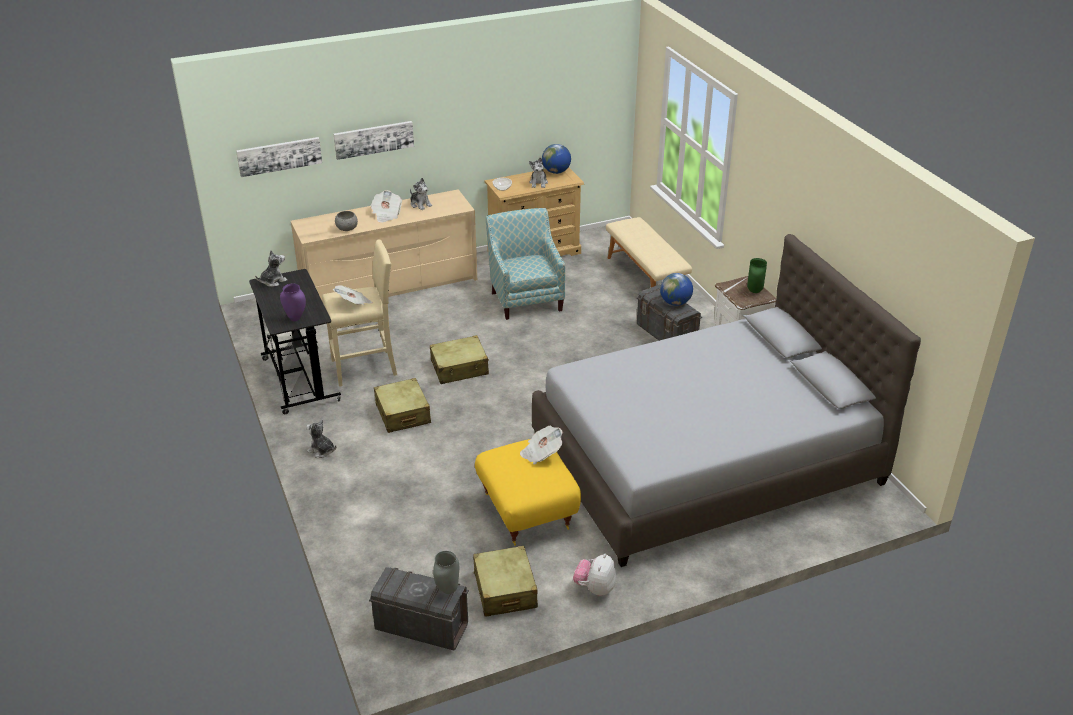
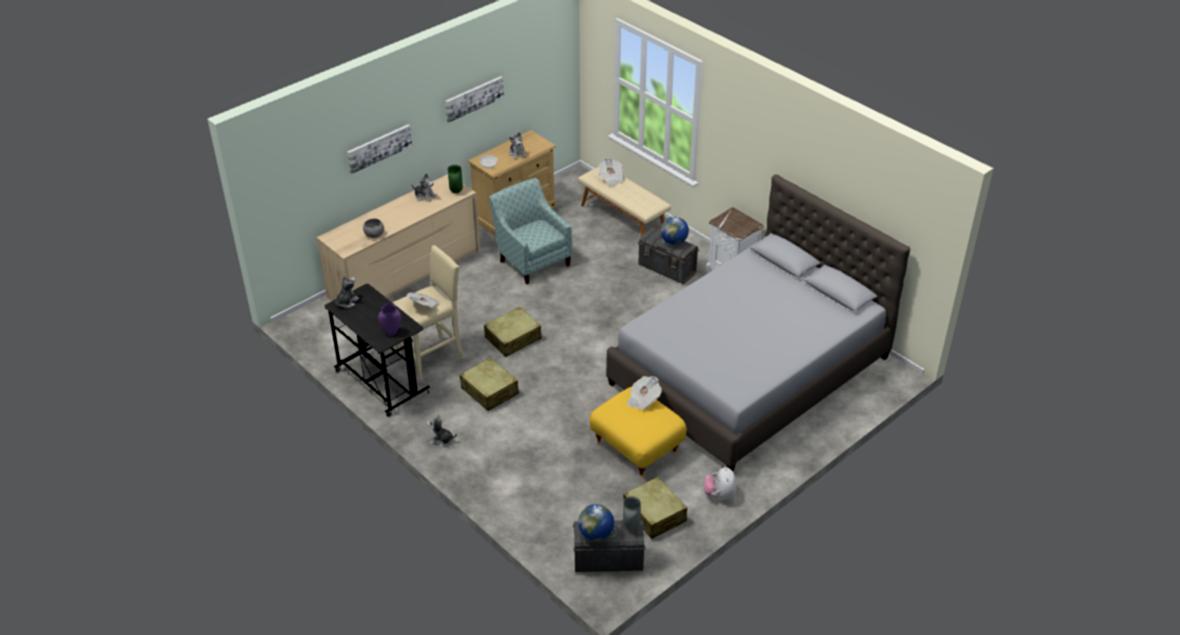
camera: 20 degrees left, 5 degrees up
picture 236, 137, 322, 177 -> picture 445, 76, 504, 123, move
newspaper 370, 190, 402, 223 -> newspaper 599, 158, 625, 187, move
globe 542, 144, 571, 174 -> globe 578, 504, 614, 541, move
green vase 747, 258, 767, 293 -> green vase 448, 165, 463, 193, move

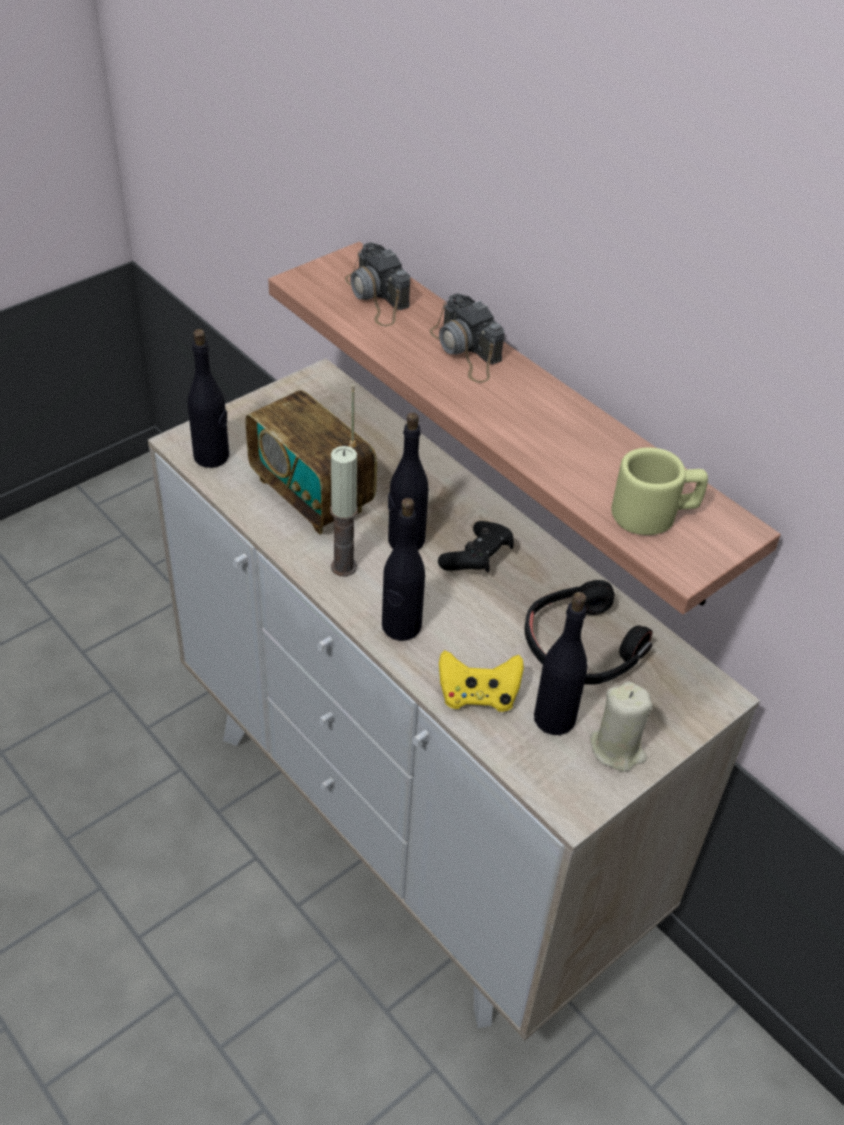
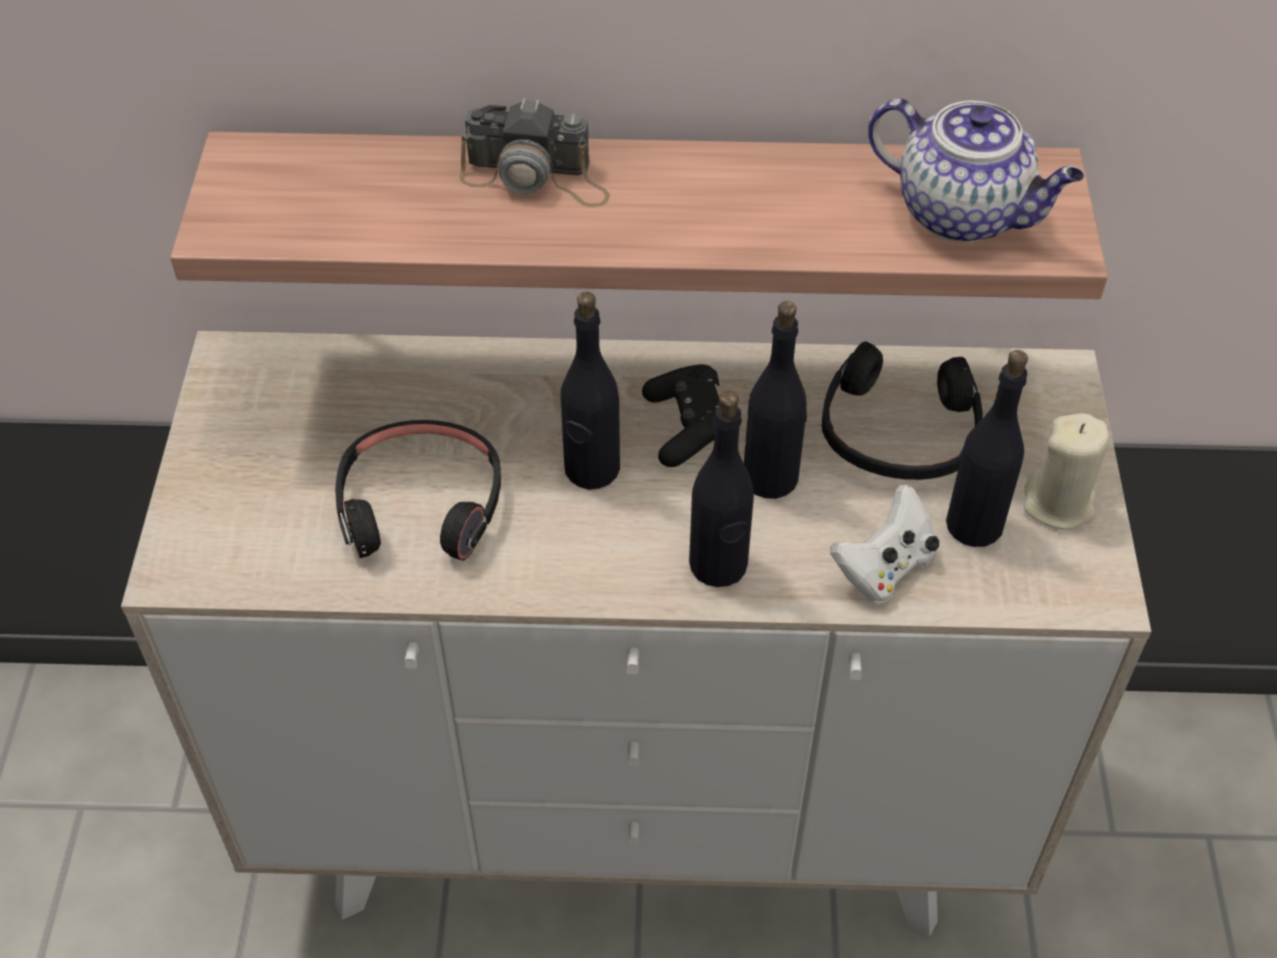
camera: 45 degrees left, 5 degrees up
black bottle 187, 329, 229, 468 -> black bottle 744, 301, 807, 499, move
radio 245, 384, 377, 535 -> black headphones 335, 420, 501, 561
candle 330, 446, 358, 576 -> none
photo camera 345, 242, 410, 326 -> none
yellow game controller 439, 650, 524, 712 -> white game controller 830, 485, 939, 603
beige mug 611, 447, 708, 535 -> teapot 868, 98, 1084, 242

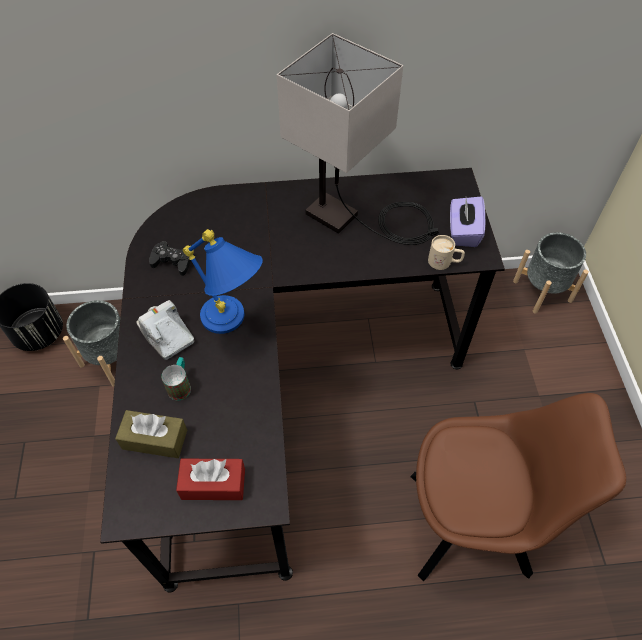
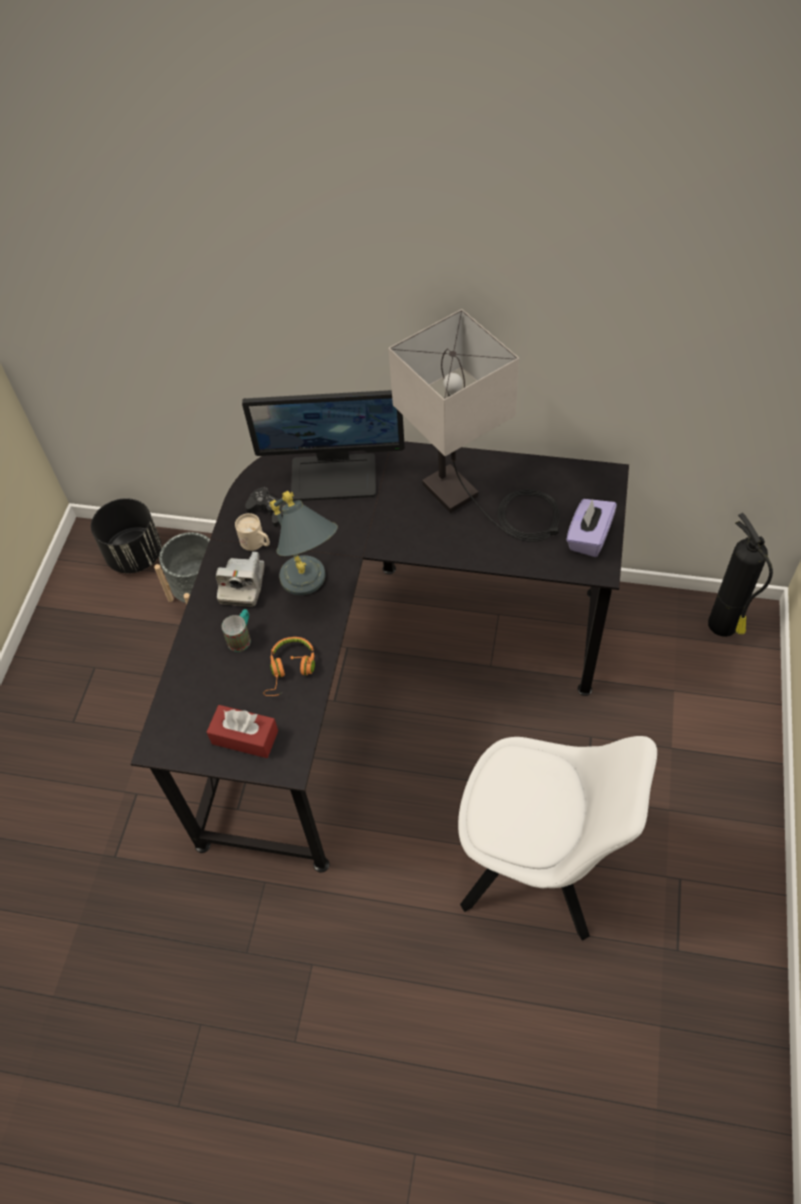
camera: 20 degrees right, 0 degrees up
brown tissue box 115, 410, 187, 458 -> none
photo camera 136, 300, 194, 360 -> photo camera 216, 552, 265, 607, 150 degrees counterclockwise
blue table lamp 183, 229, 263, 334 -> grey table lamp 269, 491, 338, 595
brown chair 410, 393, 626, 581 -> white chair 458, 736, 657, 941
beige mug 428, 235, 465, 270 -> beige mug 235, 513, 270, 551, move
grey planter 513, 232, 589, 314 -> fire extinguisher 708, 513, 773, 637
none -> monitor 242, 390, 405, 501
none -> orange headphones 263, 637, 315, 696

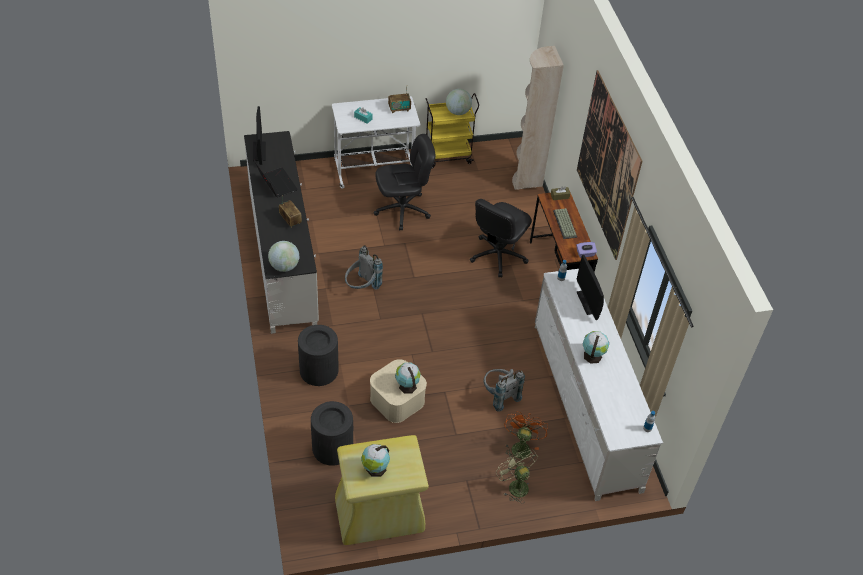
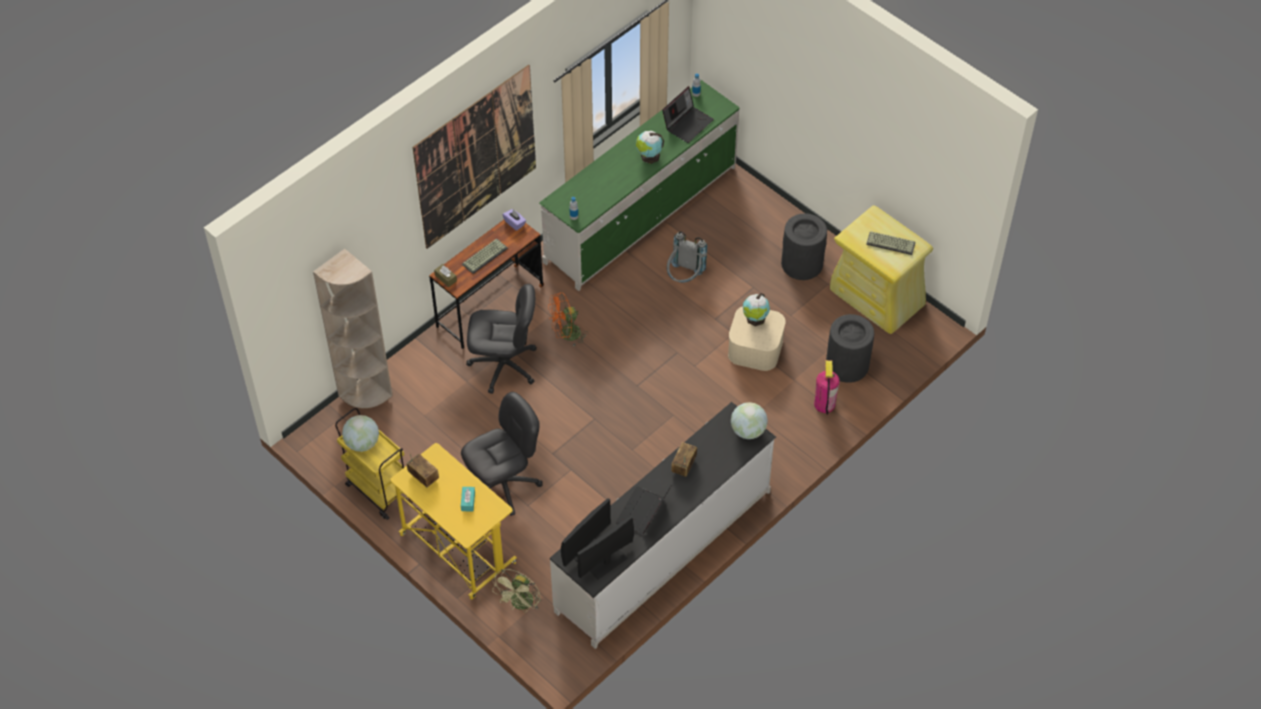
camera: 120 degrees left, 5 degrees up
black trash can 298, 325, 339, 386 -> black trash can 781, 213, 827, 280, move
white desk 332, 96, 421, 189 -> yellow desk 390, 443, 517, 600
grey backpack 345, 245, 383, 290 -> none
globe 361, 444, 390, 477 -> keyboard 866, 231, 916, 255
black office chair 374, 134, 436, 231 -> black office chair 461, 392, 543, 516, 105 degrees clockwise
green fan 496, 448, 538, 502 -> green fan 492, 569, 541, 613, move
orange fan 504, 412, 548, 461 -> orange fan 548, 292, 588, 346, move
white cabinet 535, 269, 663, 501 -> green cabinet 539, 80, 740, 291
monitor 577, 255, 604, 320 -> monitor 561, 498, 611, 566, move
none -> laptop 662, 86, 714, 143
none -> fire extinguisher 814, 360, 840, 415

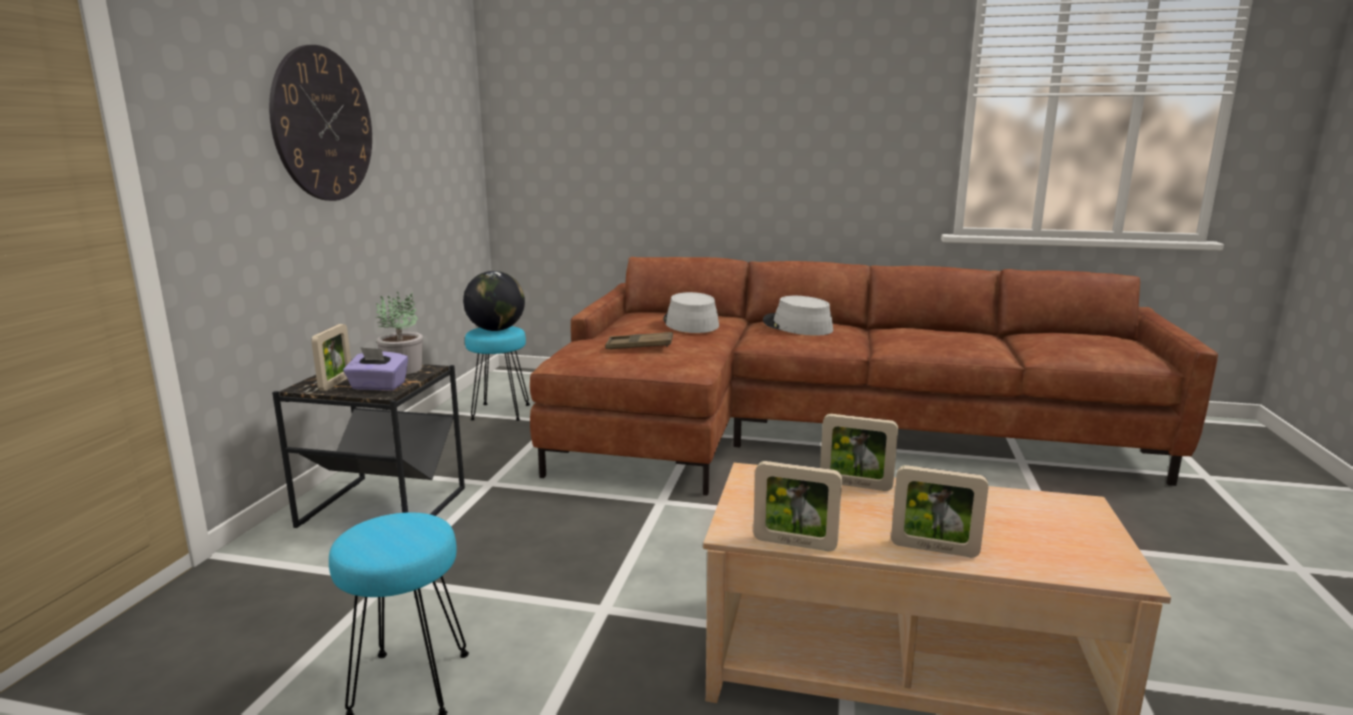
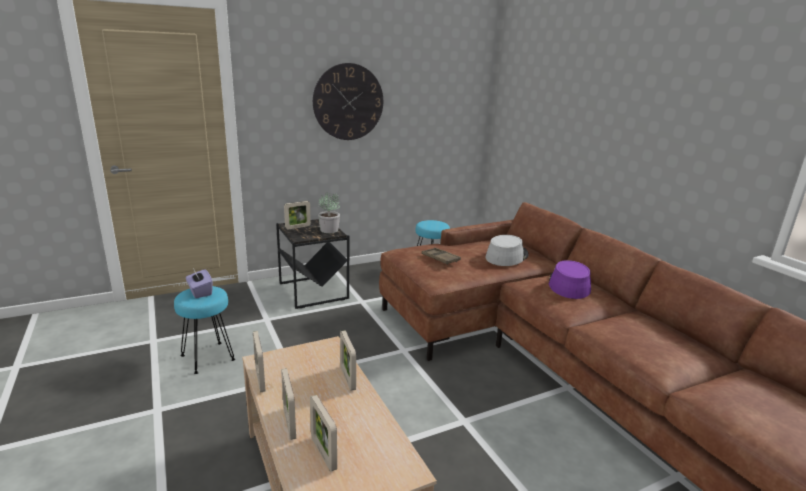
camera: 50 degrees right, 5 degrees up
purple tissue box 343, 347, 408, 391 -> purple tissue box 186, 268, 213, 298, move
globe 463, 271, 525, 331 -> none
grey hat 763, 296, 833, 336 -> purple hat 549, 260, 591, 299
none -> picture frame 310, 395, 337, 472

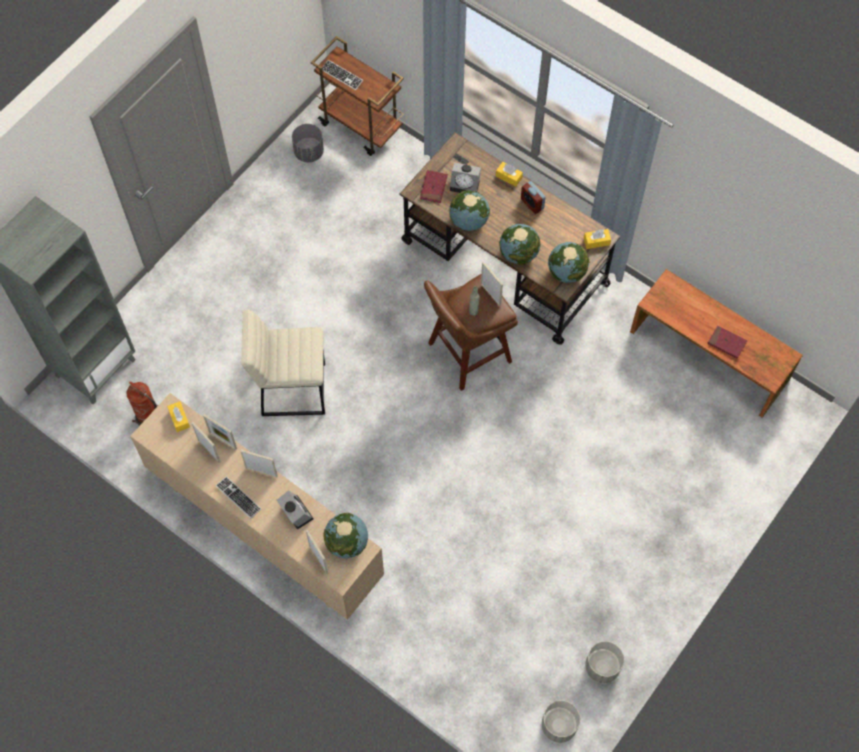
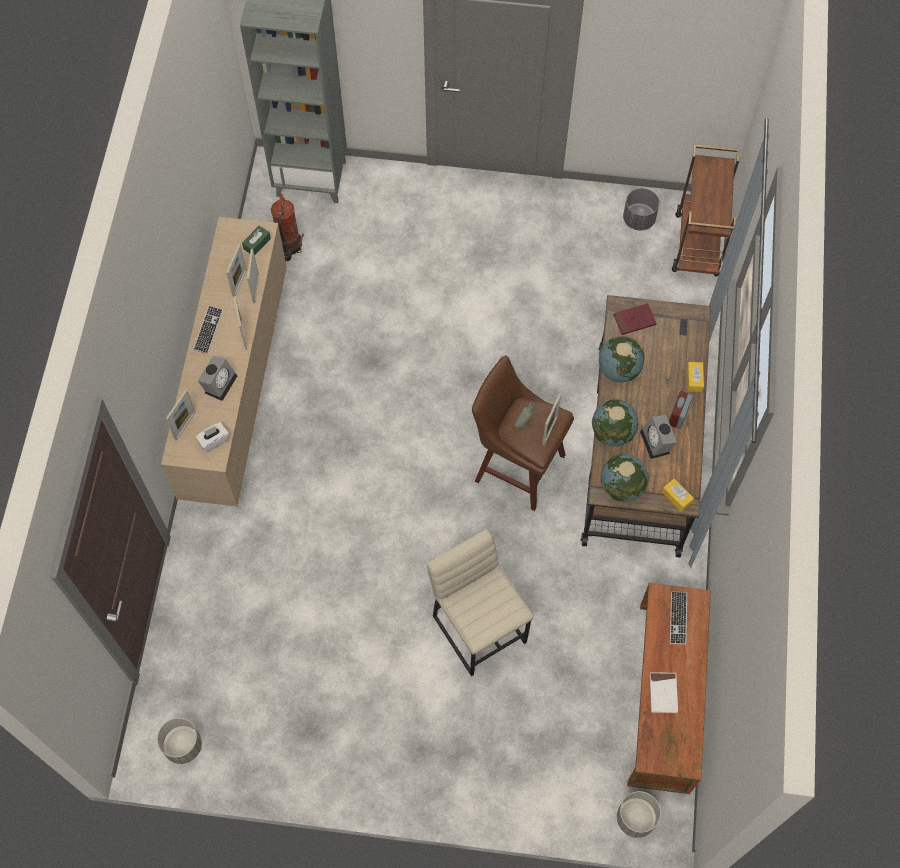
camera: 60 degrees right, 0 degrees up
yellow tissue box 167, 401, 190, 432 -> green tissue box 242, 226, 271, 256
beige chair 241, 310, 325, 416 -> beige chair 427, 529, 533, 676, move
keyboard 322, 60, 363, 90 -> keyboard 670, 591, 687, 645, move
globe 323, 513, 368, 558 -> white tissue box 196, 422, 229, 452
alarm clock 450, 163, 481, 193 -> alarm clock 640, 415, 677, 459, move
grey planter 585, 641, 624, 683 -> grey planter 617, 791, 661, 838, move
red book 707, 326, 748, 359 -> white book 650, 672, 678, 713

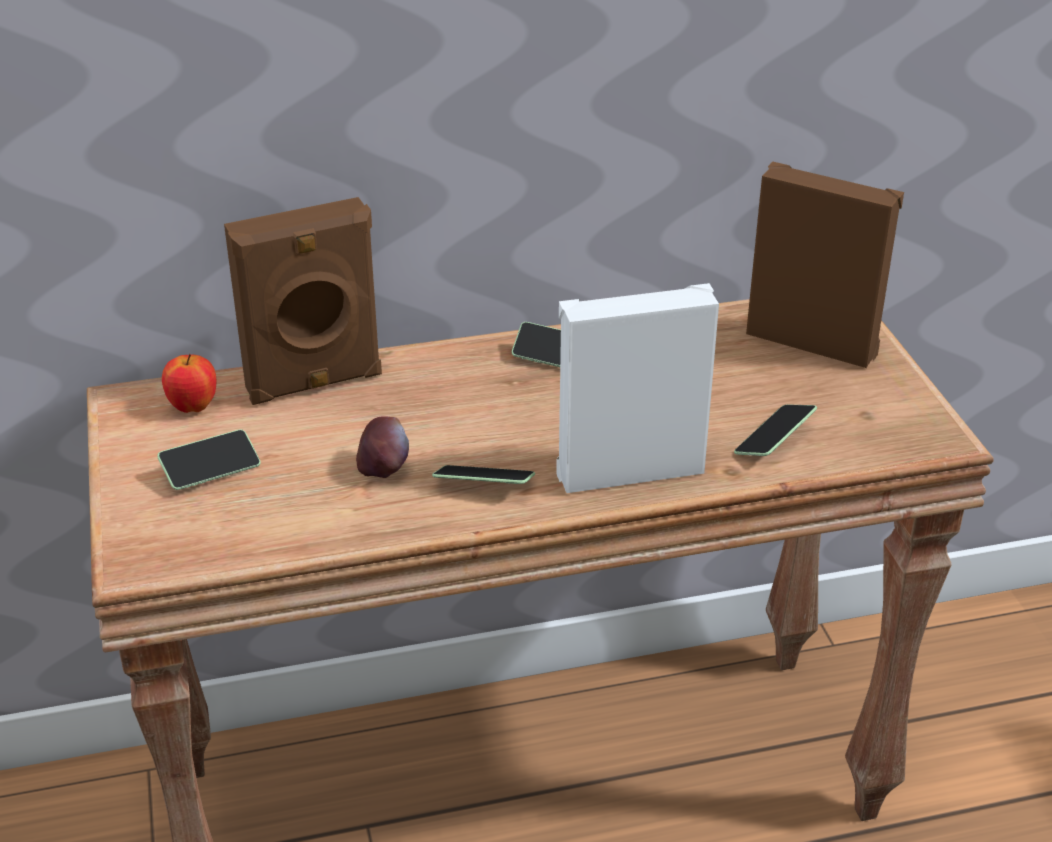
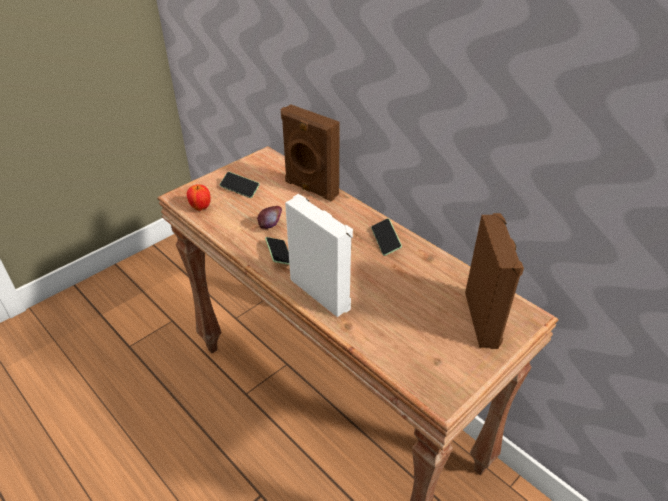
camera: 60 degrees right, 5 degrees up
apple 162, 354, 216, 413 -> apple 187, 184, 211, 211, move
phone 734, 405, 817, 456 -> none

